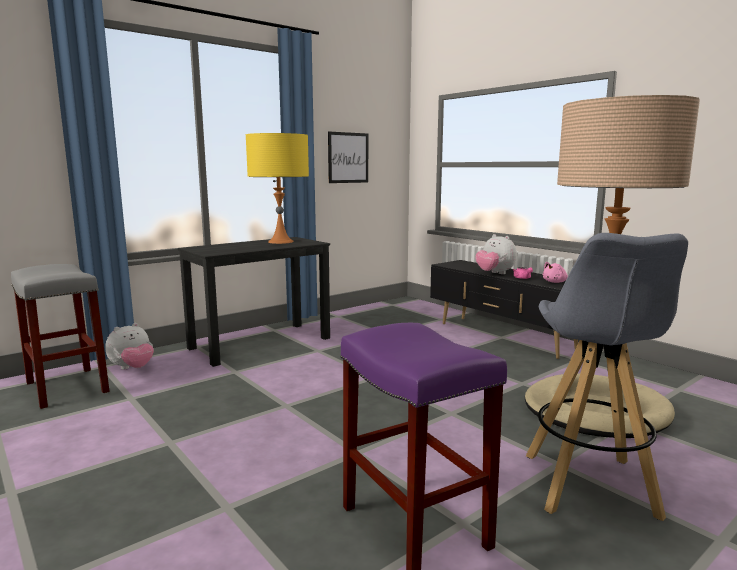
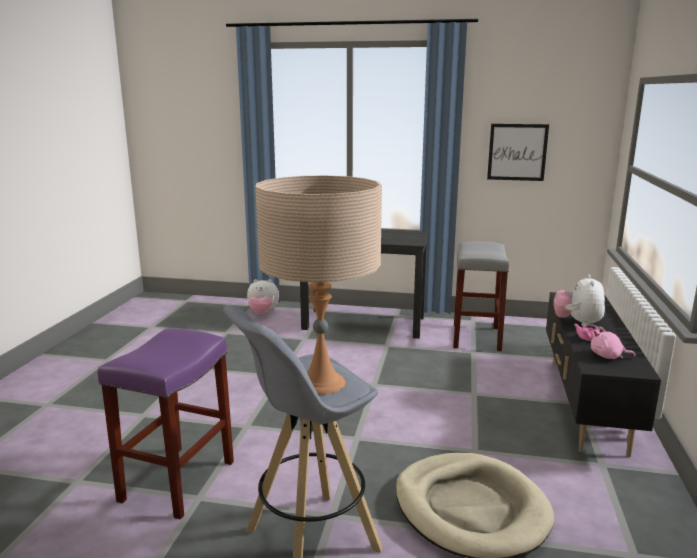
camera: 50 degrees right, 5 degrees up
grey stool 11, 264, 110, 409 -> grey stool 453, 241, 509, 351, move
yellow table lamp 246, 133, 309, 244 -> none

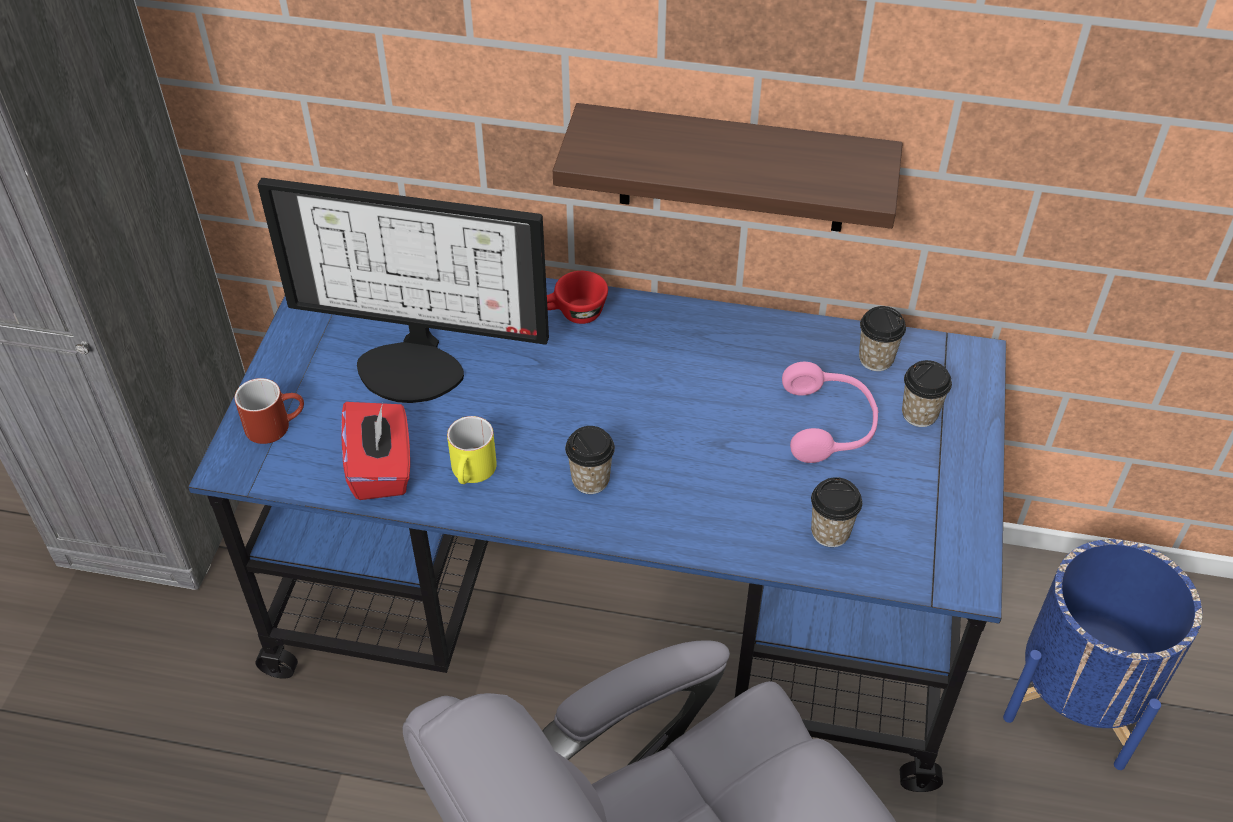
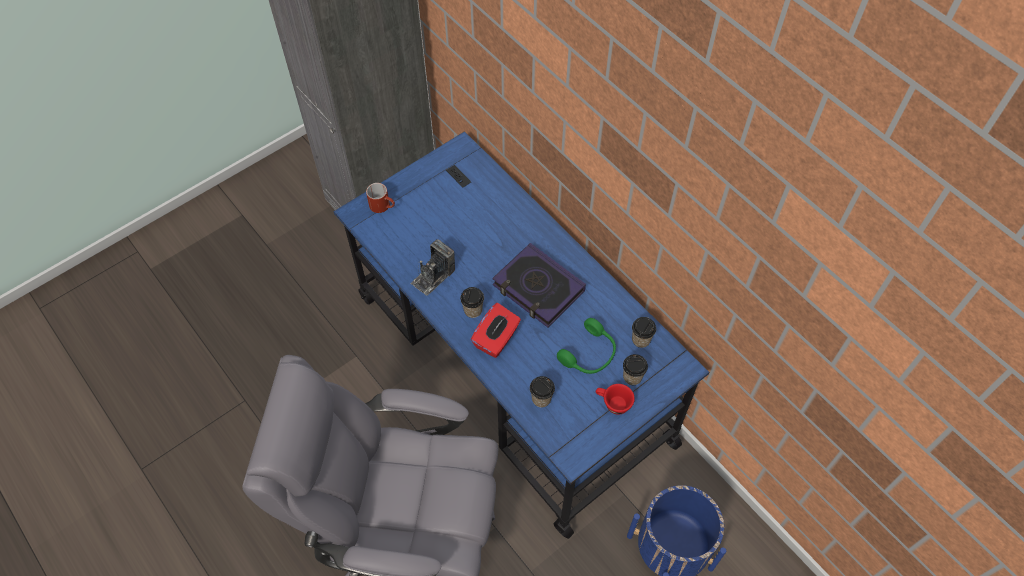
camera: 40 degrees right, 10 degrees up
monitor 258, 178, 549, 403 -> none
red tissue box 341, 402, 410, 500 -> red tissue box 471, 303, 521, 358, move
yellow mug 447, 416, 497, 484 -> photo camera 411, 239, 455, 296
red cup 547, 271, 608, 324 -> red cup 596, 384, 635, 415, move
shelf 553, 103, 903, 232 -> none
pink headphones 782, 362, 878, 463 -> green headphones 557, 318, 616, 374
none -> book 492, 243, 586, 328

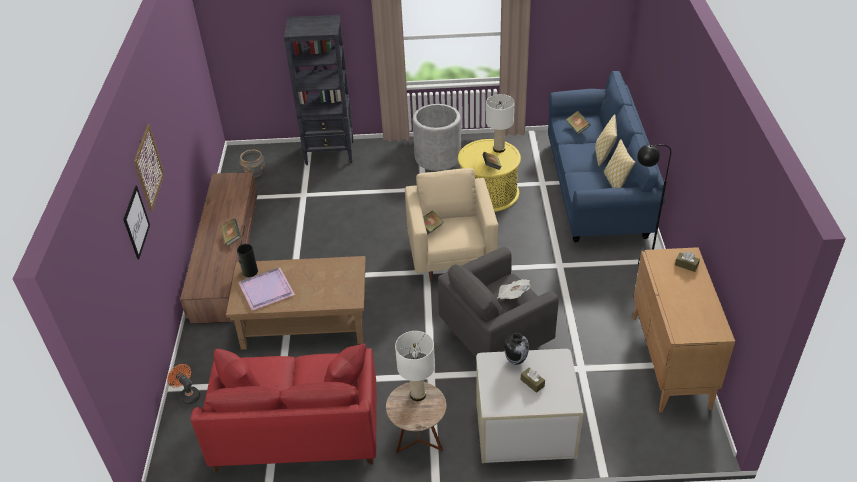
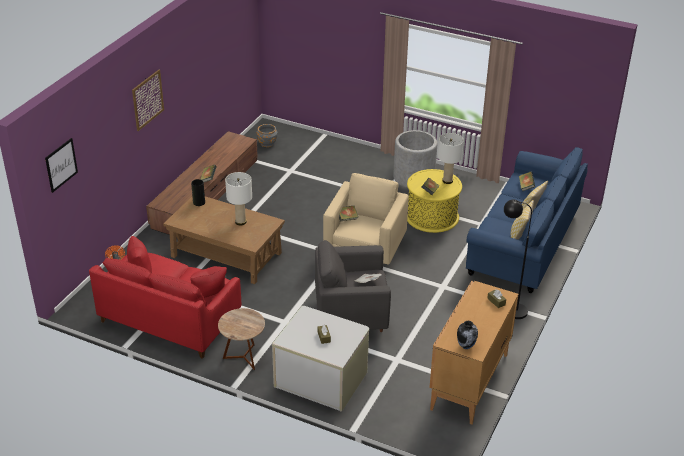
camera: 25 degrees right, 5 degrees down
picture 123, 186, 150, 260 -> picture 45, 138, 78, 193, move
purple tray 238, 268, 295, 310 -> none
black bookcase 284, 15, 354, 165 -> none
white table lamp 395, 331, 435, 401 -> white table lamp 225, 172, 252, 226, move
vase 504, 333, 529, 365 -> vase 457, 321, 478, 349, move

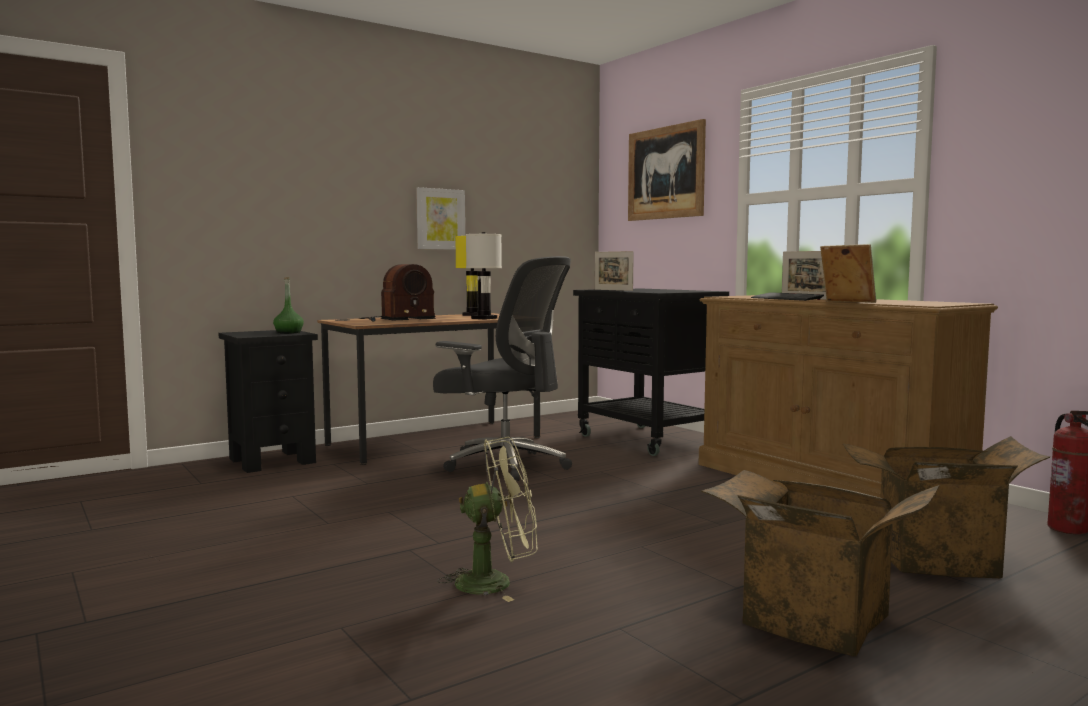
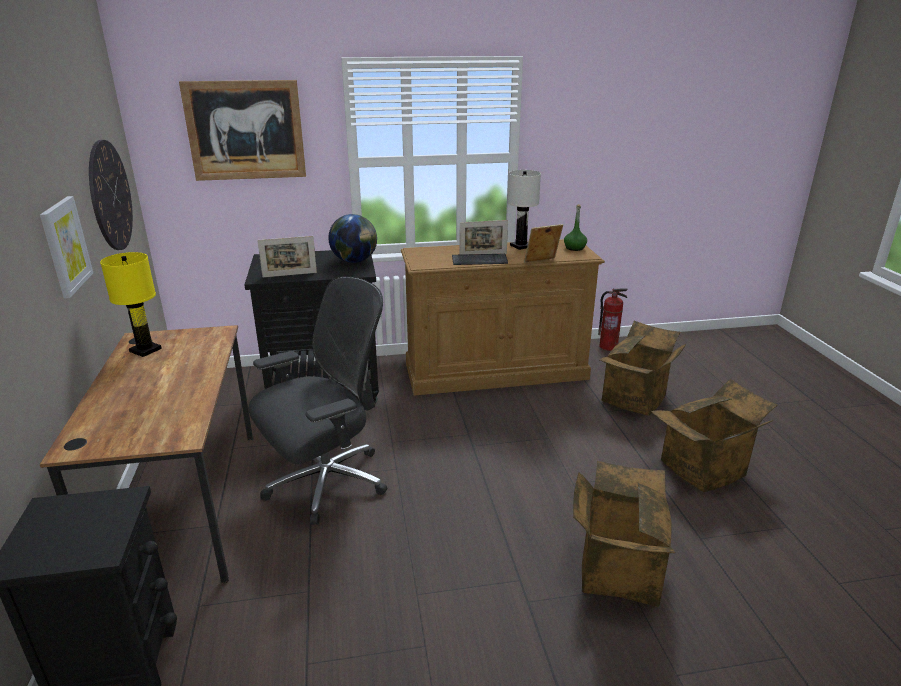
camera: 65 degrees left, 20 degrees up
green bottle 273, 277, 304, 334 -> green bottle 564, 204, 587, 251, move
radio 359, 264, 435, 322 -> none
green fan 437, 437, 538, 602 -> cardboard box 573, 461, 675, 607
white table lamp 466, 232, 502, 320 -> white table lamp 507, 170, 541, 250, move
none -> wall clock 89, 140, 133, 250
none -> globe 328, 214, 377, 263

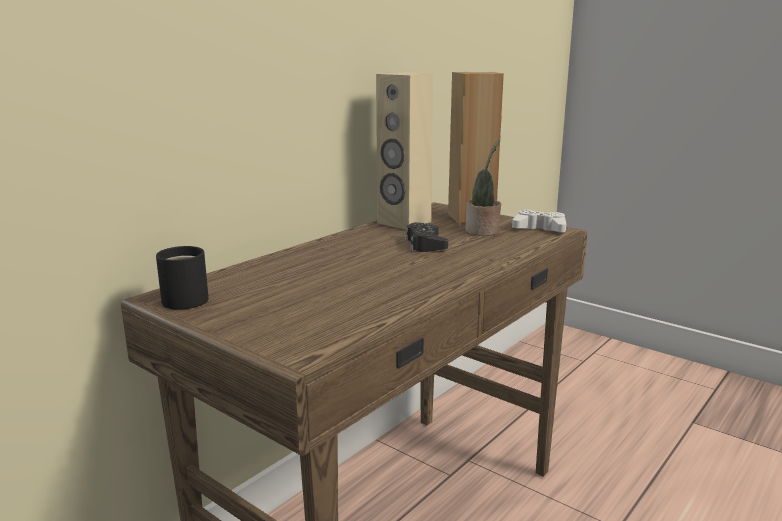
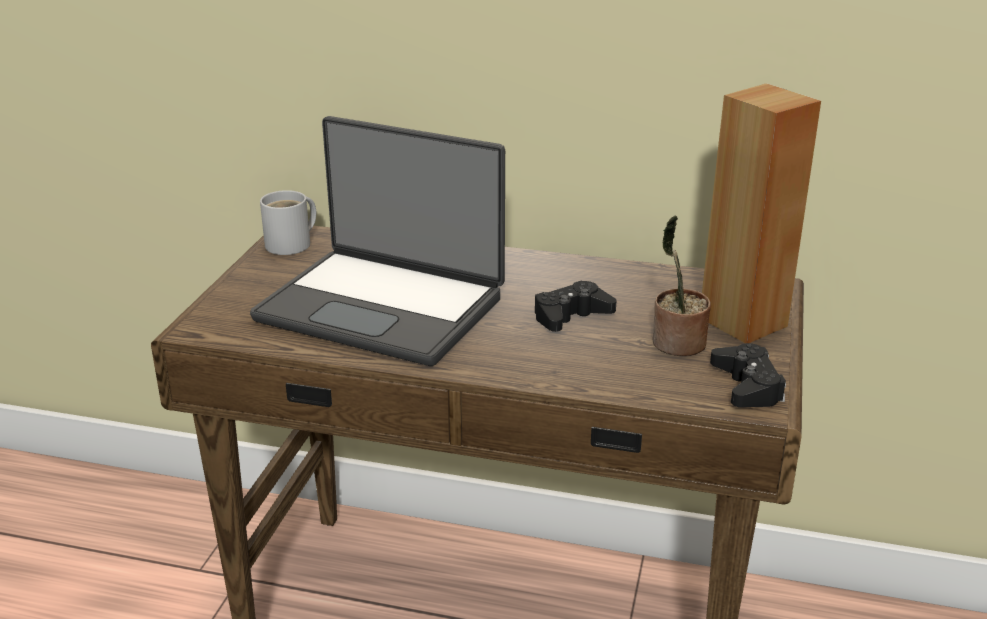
camera: 65 degrees right, 10 degrees up
black mug 156, 246, 209, 310 -> white mug 260, 190, 316, 255
beige speaker 376, 72, 433, 230 -> none
white game controller 512, 209, 566, 232 -> black game controller 710, 343, 786, 407
none -> laptop 250, 116, 505, 366

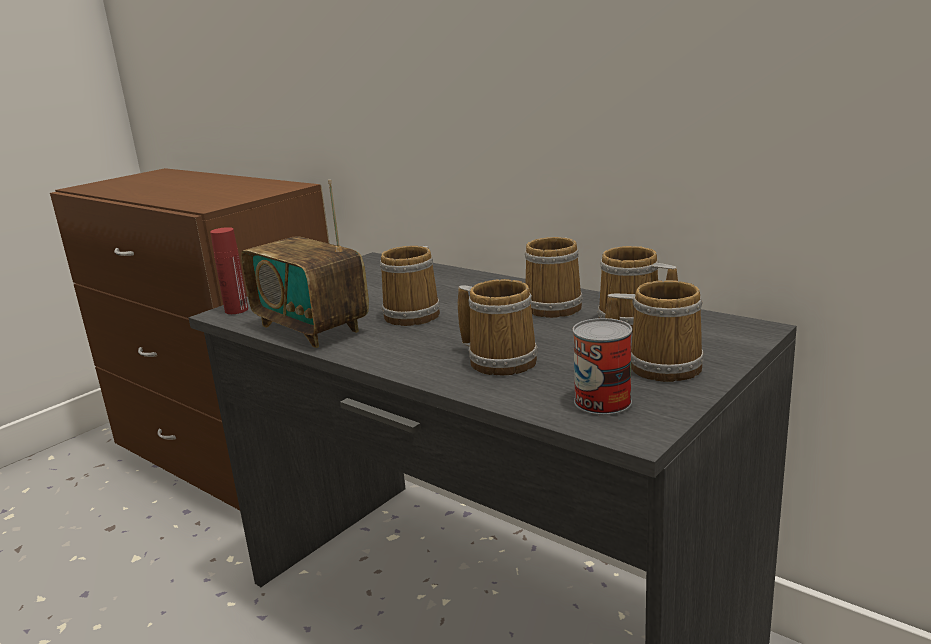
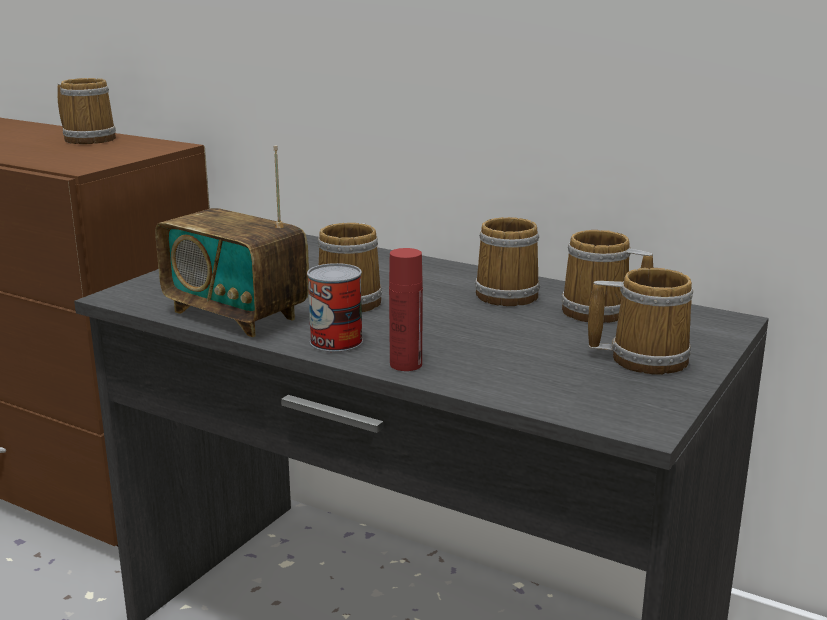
camera: 10 degrees left, 0 degrees up
red bottle 210, 227, 248, 314 -> red bottle 389, 248, 423, 371, move
mug 458, 279, 538, 375 -> mug 57, 78, 116, 144, move
can 573, 318, 632, 415 -> can 307, 263, 363, 352, move

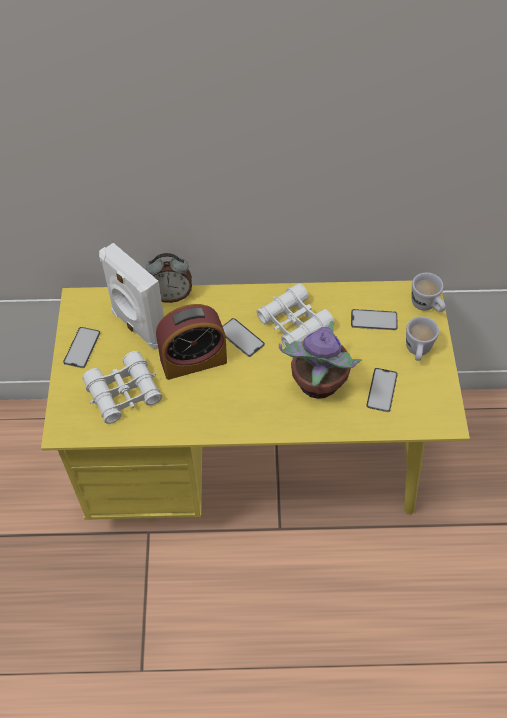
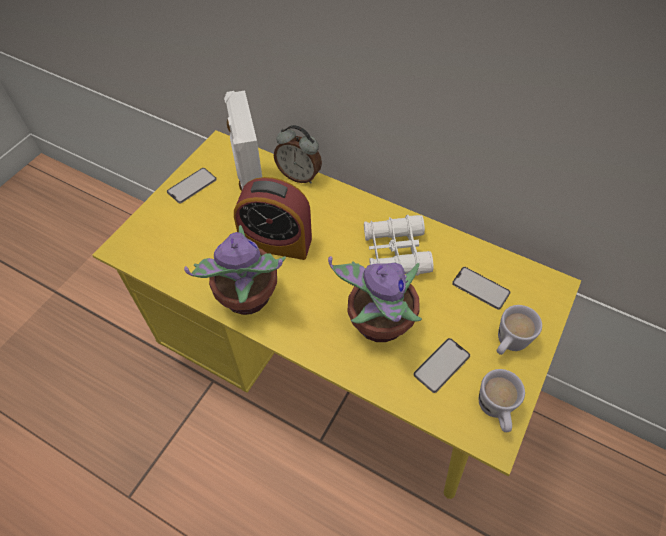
camera: 30 degrees right, 0 degrees up
white binoculars 83, 351, 162, 424 -> none
phone 223, 318, 265, 357 -> none
white mug 412, 273, 446, 312 -> white mug 479, 369, 525, 432, move
none -> potted plant 184, 225, 286, 315

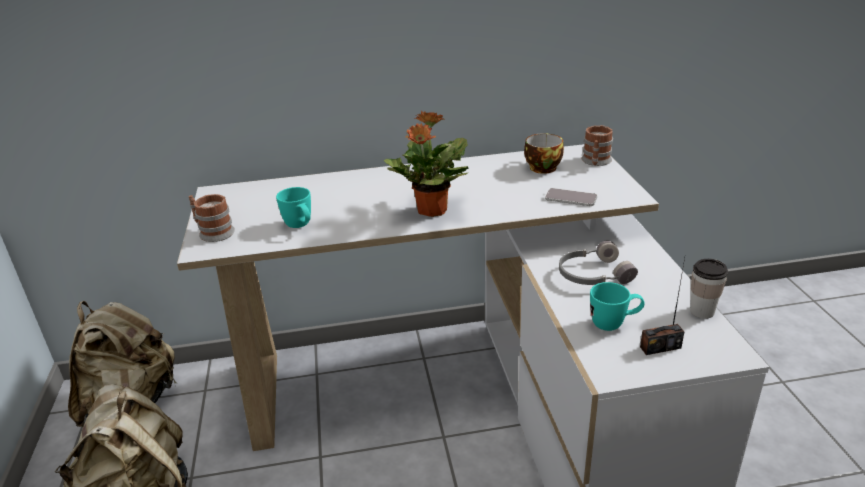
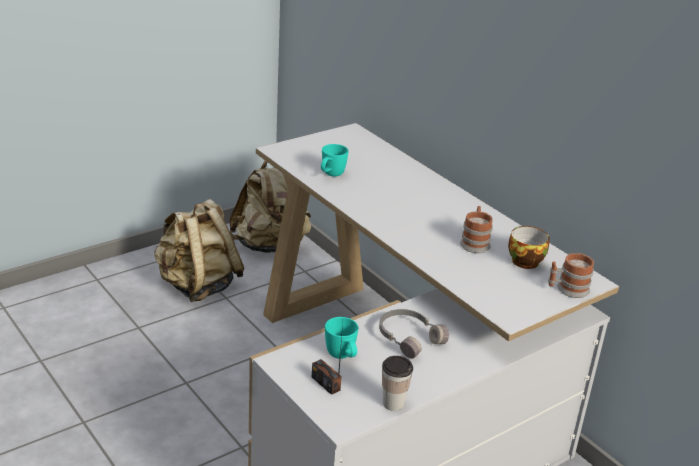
camera: 60 degrees right, 0 degrees up
mug 189, 194, 235, 242 -> mug 460, 206, 493, 253, move
potted plant 384, 111, 469, 217 -> none
phone 545, 188, 597, 206 -> none

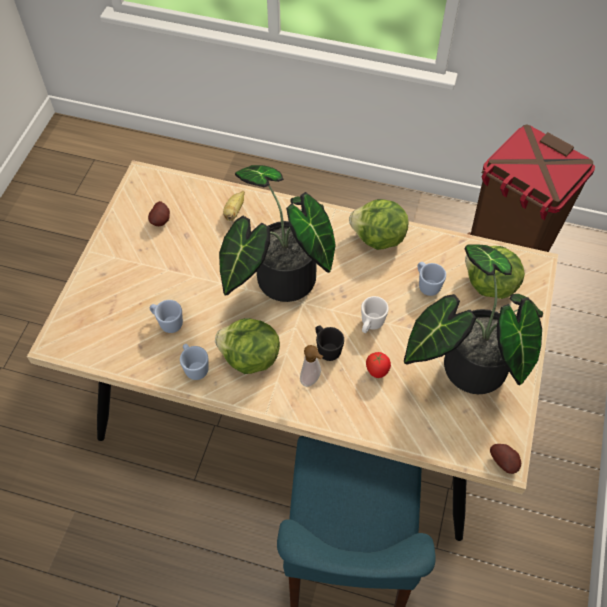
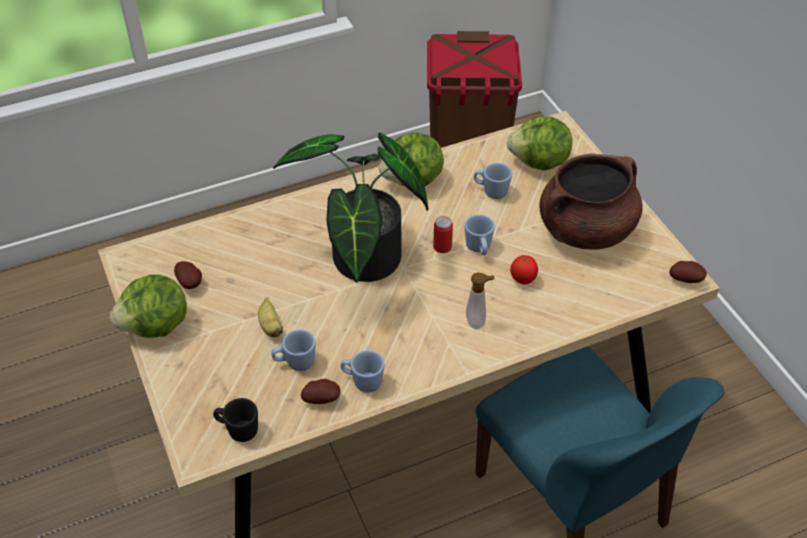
camera: 40 degrees left, 10 degrees down
lettuce 215, 318, 280, 374 -> lettuce 110, 275, 187, 338, move
banana 223, 191, 245, 221 -> banana 258, 297, 283, 337, move
black mug 315, 325, 344, 361 -> black mug 213, 398, 258, 442, move
white mug 361, 296, 389, 333 -> blue mug 465, 214, 495, 255
potted plant 404, 244, 543, 394 -> brown cooking pot 540, 153, 643, 250
none -> potato 301, 379, 340, 404
none -> can 433, 216, 453, 253

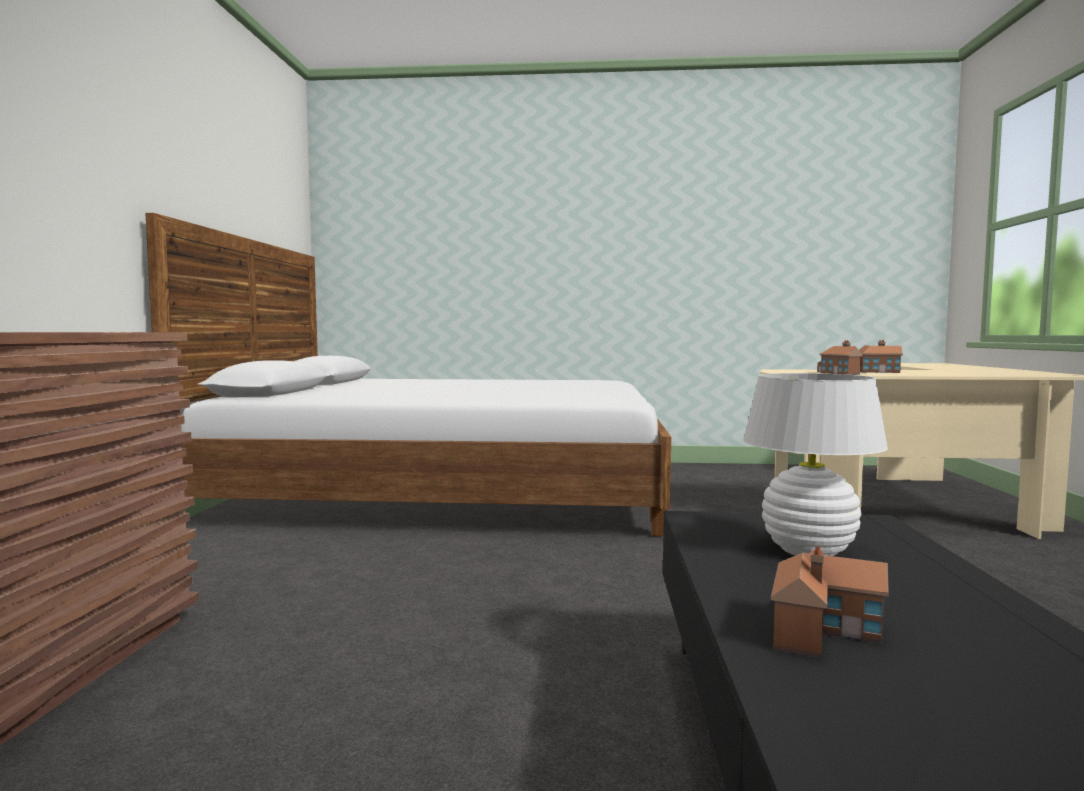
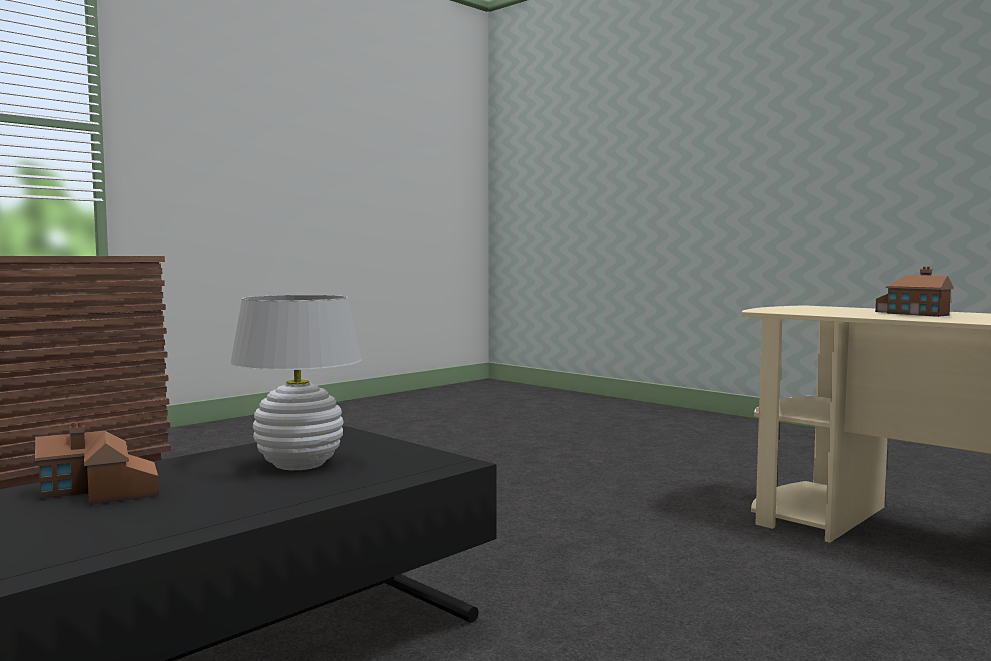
camera: 40 degrees right, 0 degrees up
bed 145, 213, 671, 536 -> none
toy house 817, 340, 863, 375 -> none

